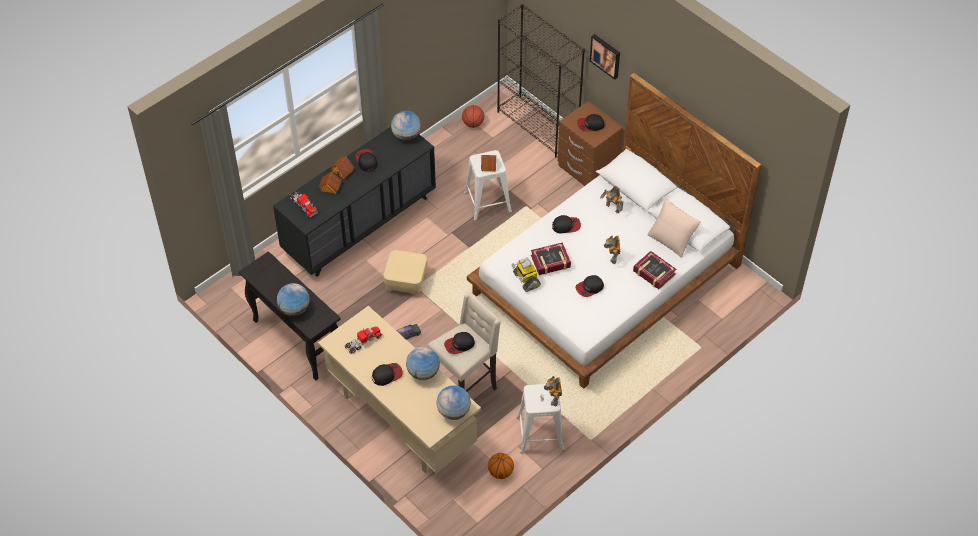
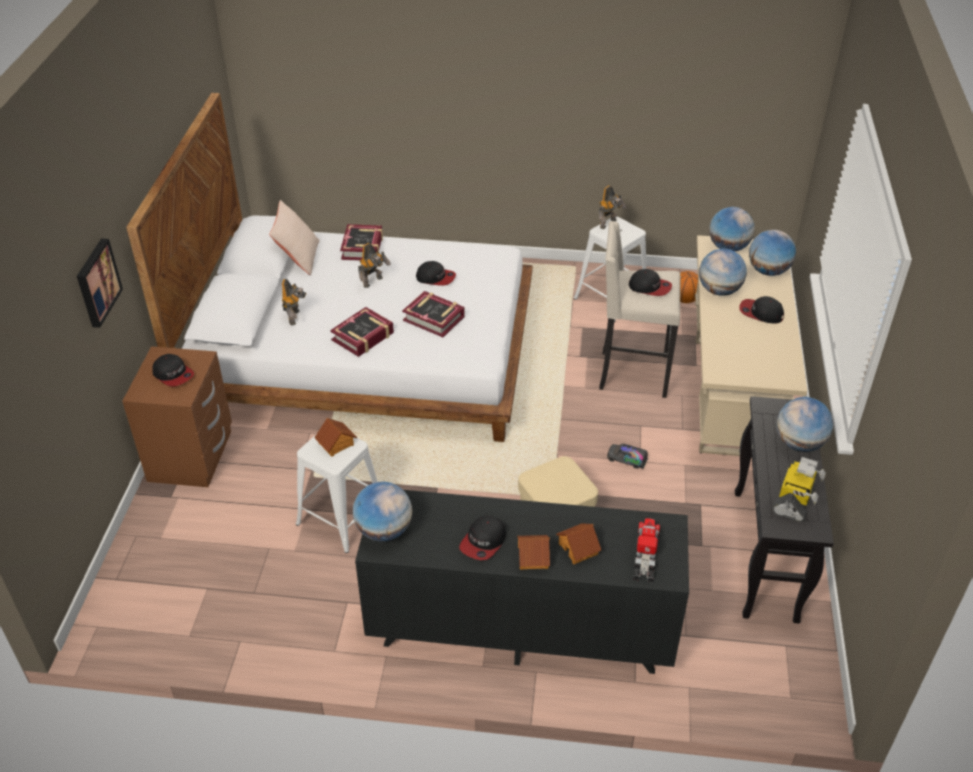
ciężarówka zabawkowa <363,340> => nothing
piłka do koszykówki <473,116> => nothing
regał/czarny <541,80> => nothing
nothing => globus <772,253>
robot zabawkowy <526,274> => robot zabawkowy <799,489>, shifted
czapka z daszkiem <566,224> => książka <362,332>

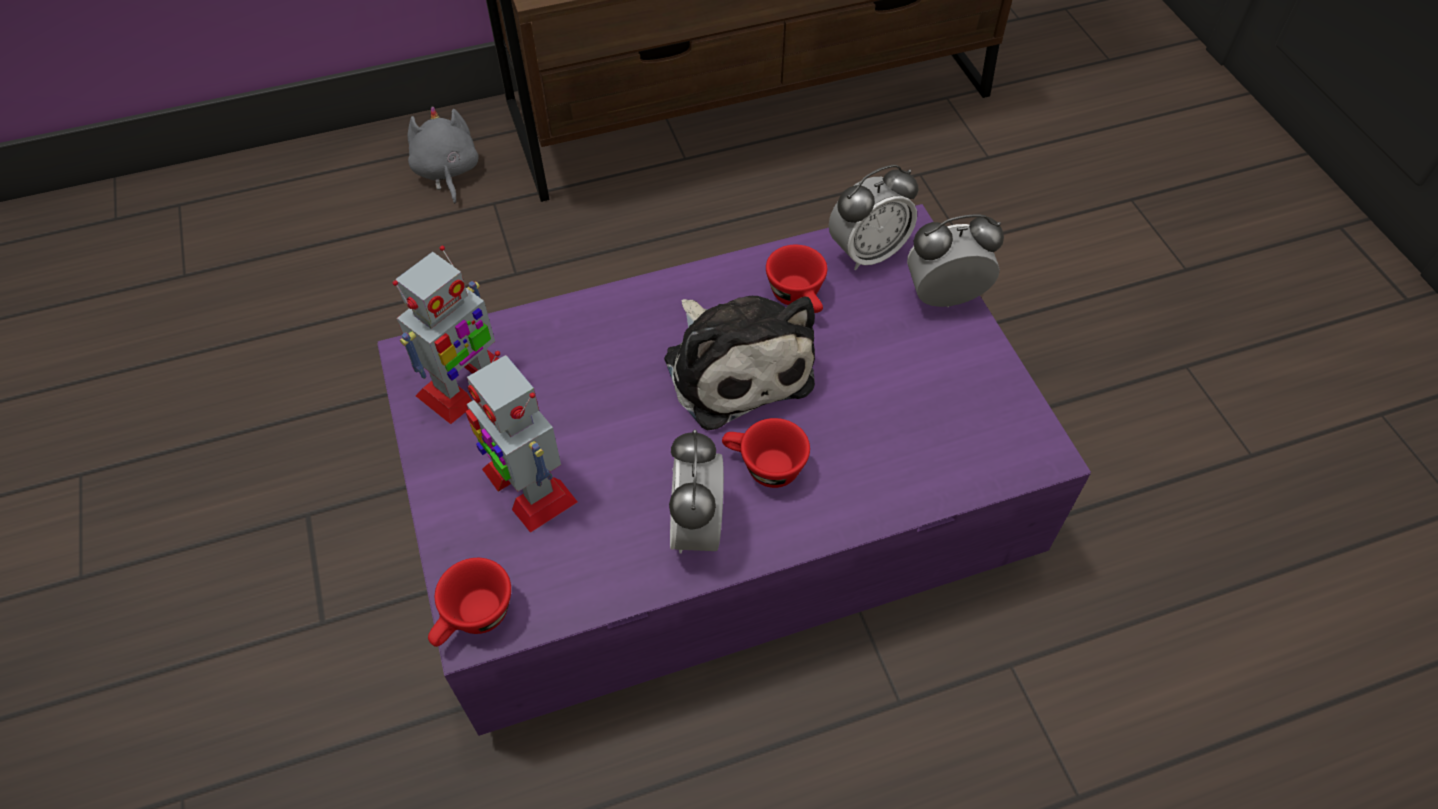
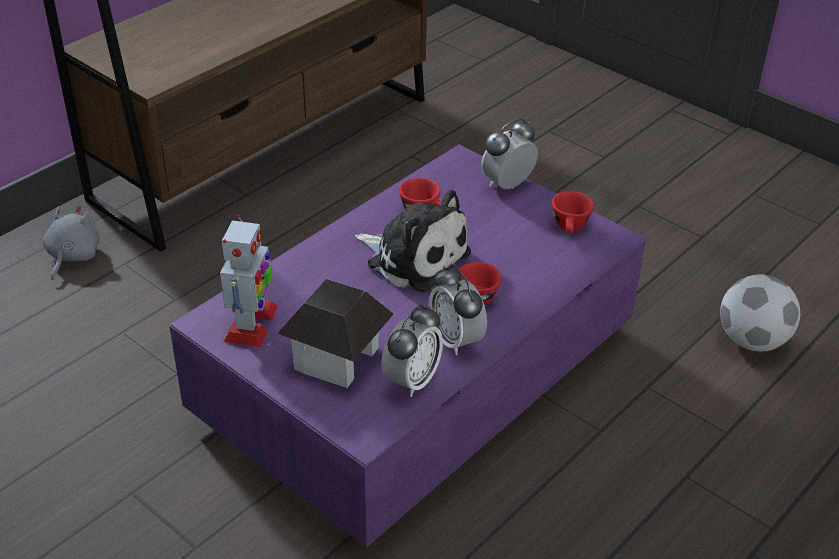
nothing => piłka futbolowa <760,313>
filiżanka/czerwony <469,602> => filiżanka/czerwony <573,212>, shifted
budzik <874,217> => budzik <412,351>, shifted
robot zabawkowy <521,442> => domek <335,333>
pluszak/szary <443,155> => pluszak/szary <71,242>, 60 degrees clockwise

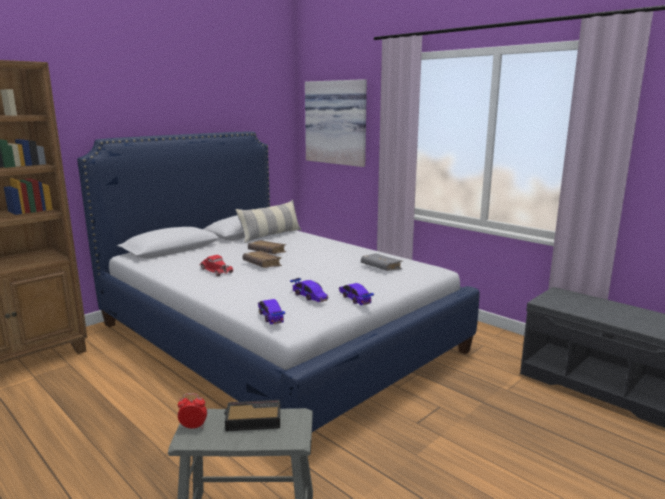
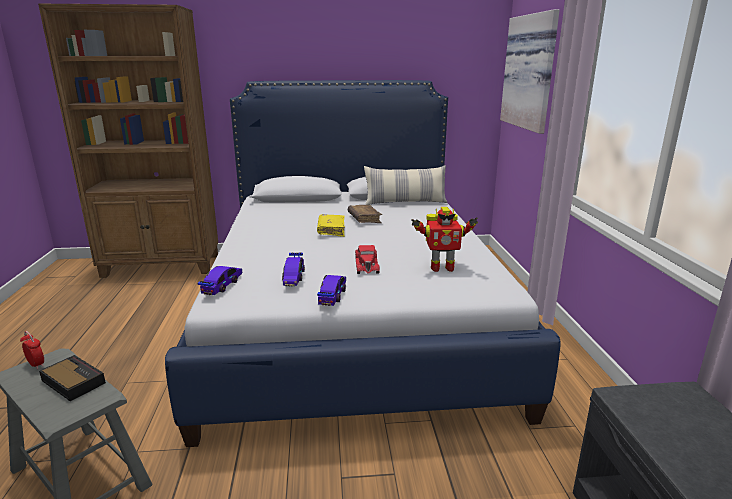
samochodzik/czerwony <216,265> => samochodzik/czerwony <367,259>, shifted
książka/szary <381,262> => robot zabawkowy <444,239>
książka/brązowy <262,259> => książka/żółty <331,225>

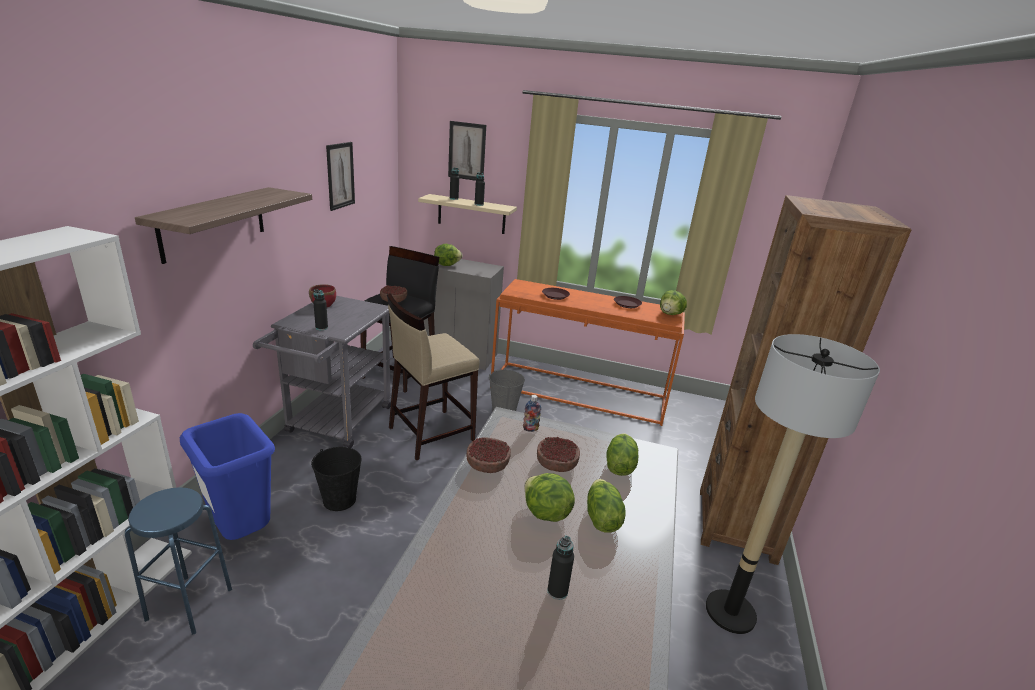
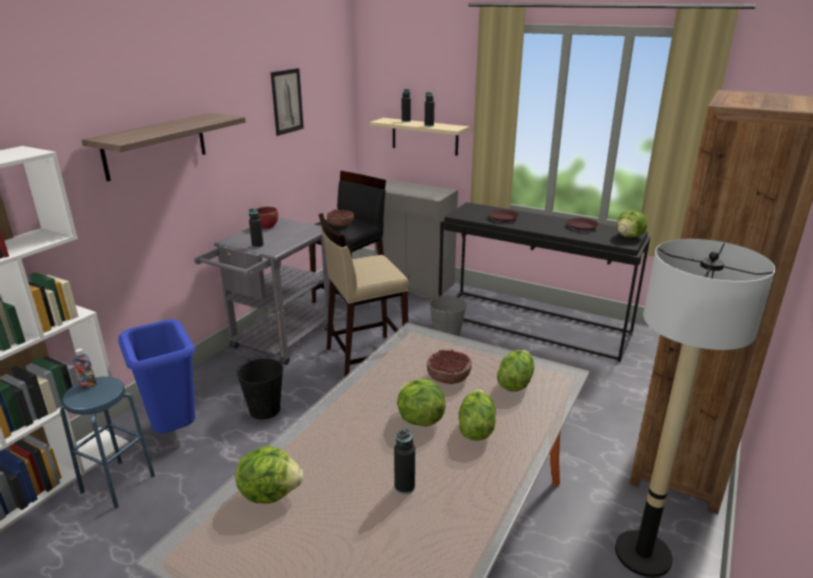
obraz <467,151> => nothing
miska <489,455> => nothing
sałata <448,255> => sałata <269,474>, shifted
butelka <532,413> => butelka <85,368>, shifted
stolik konsolowy/pomarańczowy <588,352> => stolik konsolowy/czarny <545,282>

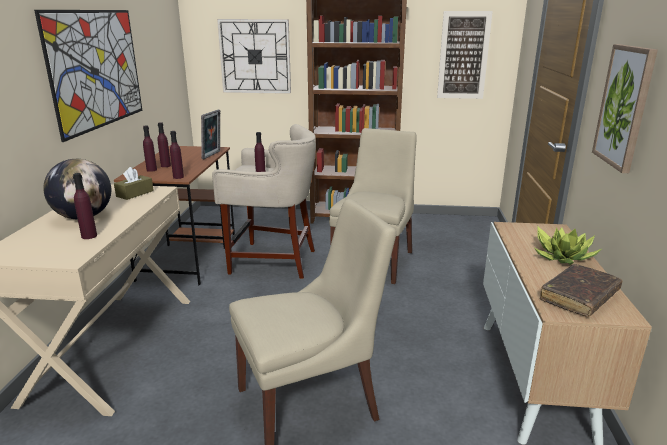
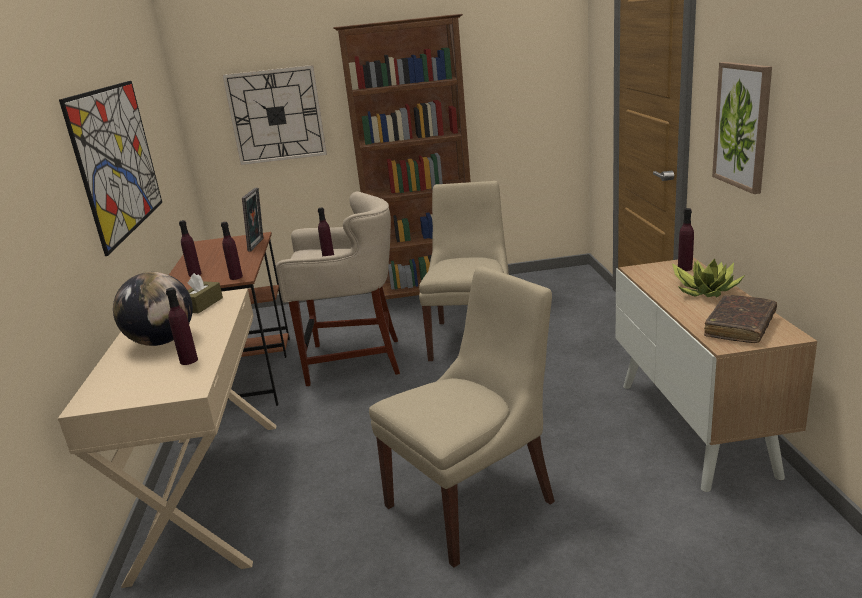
obraz <465,55> => nothing
butelka/fioletowy <164,144> => butelka/fioletowy <686,239>, shifted

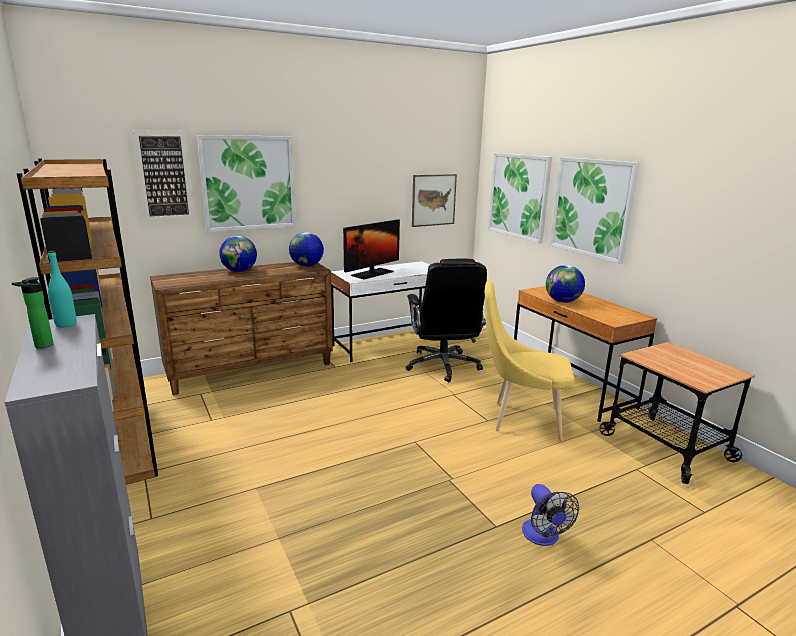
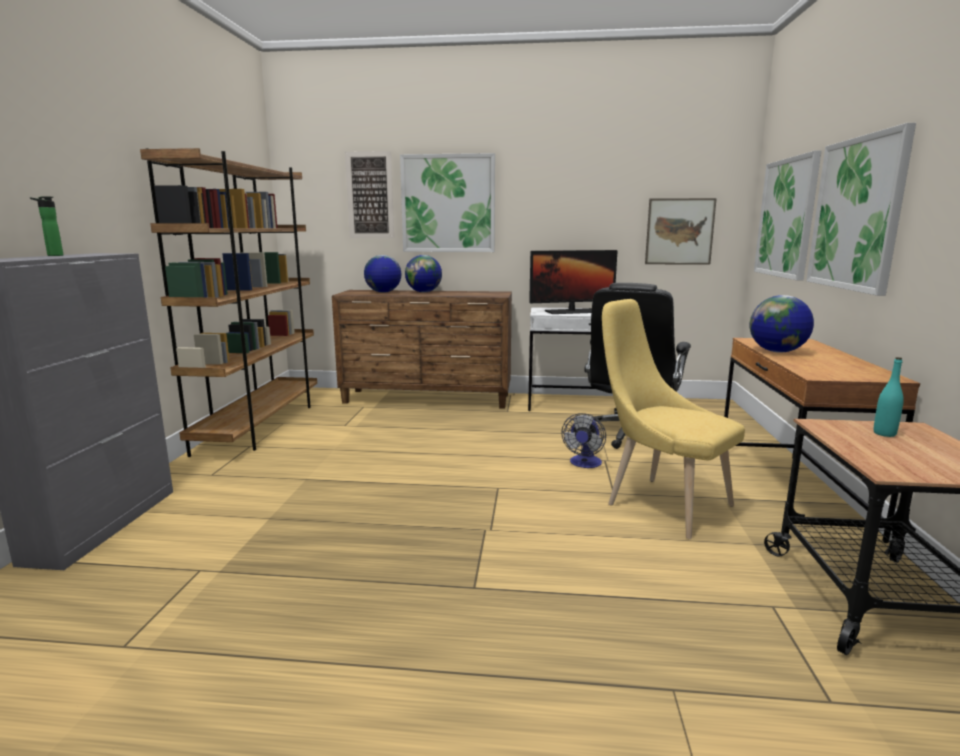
butelka/turkusowy <62,289> => butelka/turkusowy <889,397>, shifted
globus <306,249> => globus <382,274>, shifted
wentylator <550,515> => wentylator <583,440>, shifted

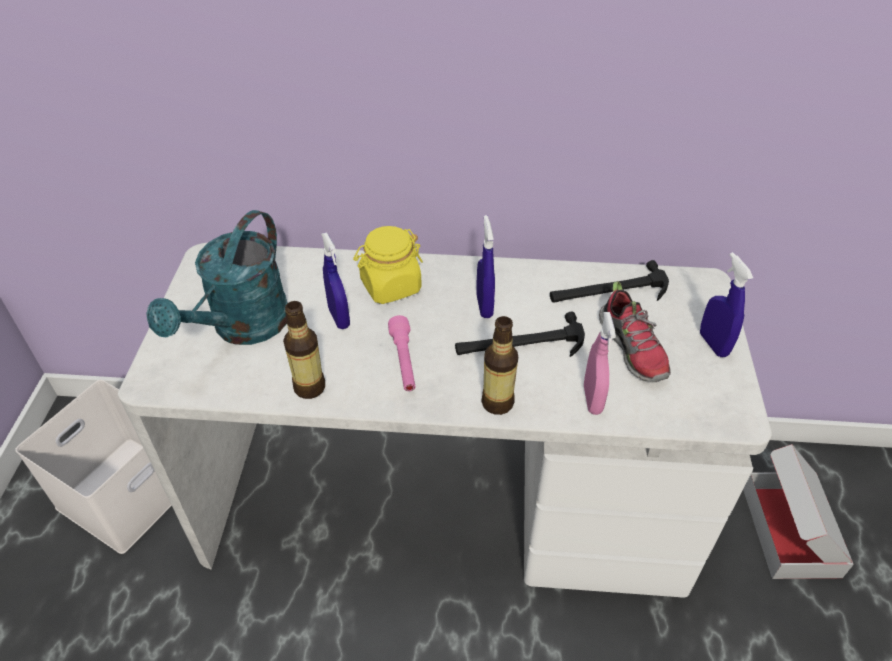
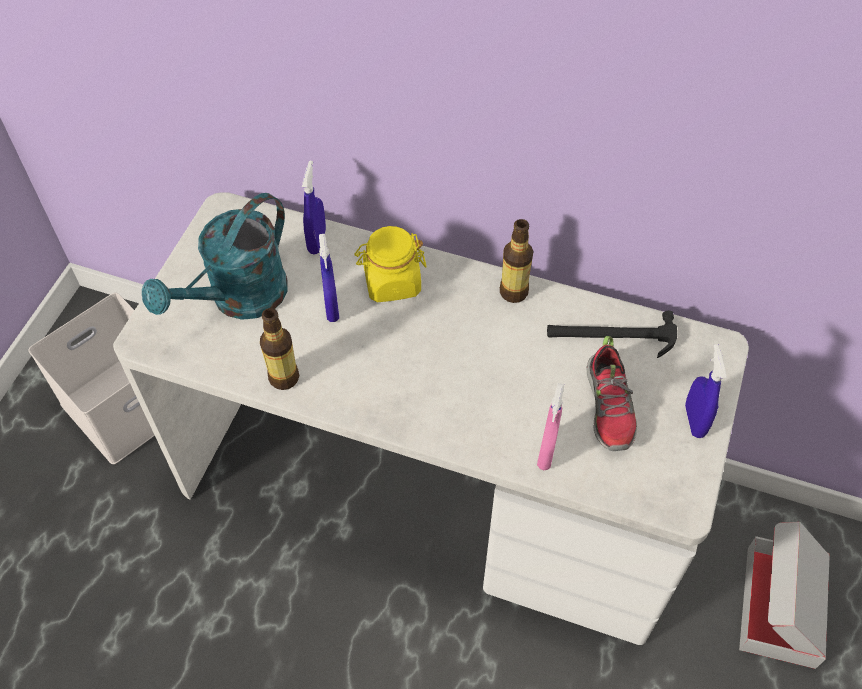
latarka/różowy <401,353> => nothing
młotek <520,334> => nothing
spryskiwacz/niebieski <485,266> => spryskiwacz/niebieski <314,207>, shifted
butelka <499,365> => butelka <516,261>, shifted

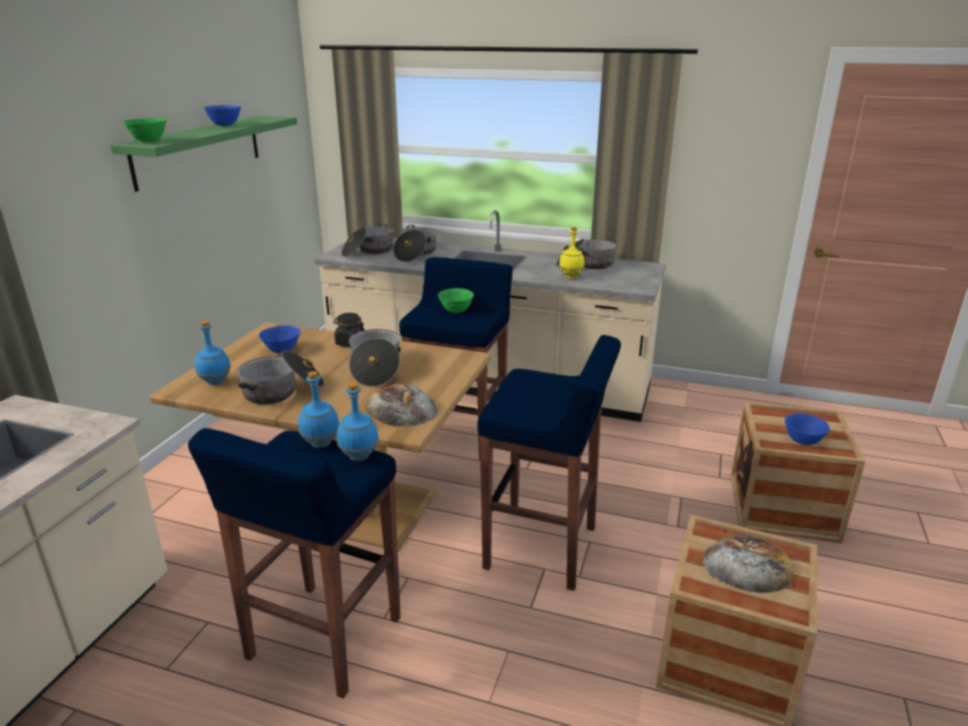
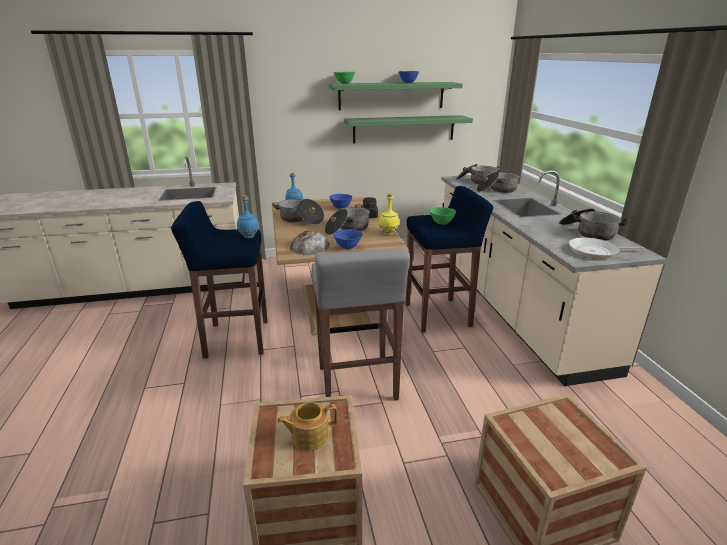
butelka/niebieski <358,421> => nothing
nothing => półka/zielony <408,129>
nothing => patelnia <606,248>
butelka/żółty <572,252> => butelka/żółty <389,214>, shifted
miska/niebieski <807,429> => miska/niebieski <347,239>, shifted
chleb <748,564> => imbryk <307,426>
stołek/niebieski <549,463> => stołek/szary <361,324>

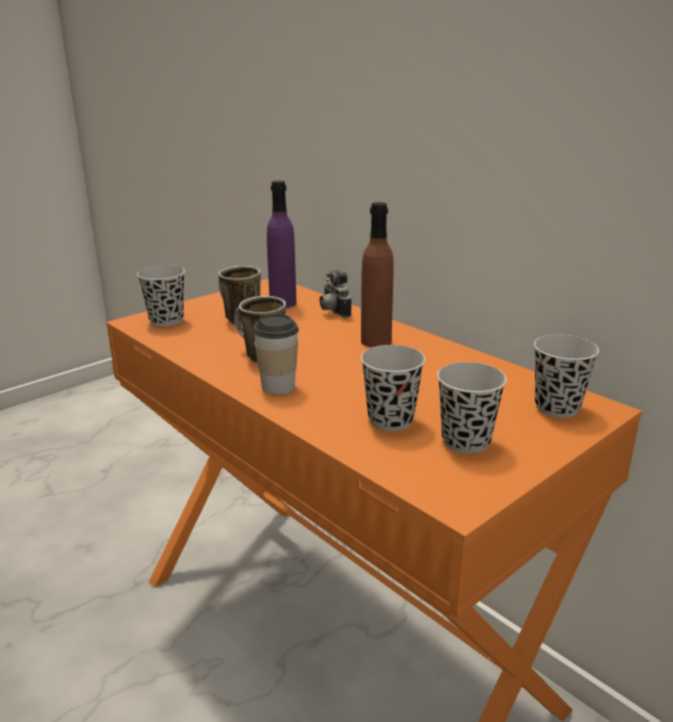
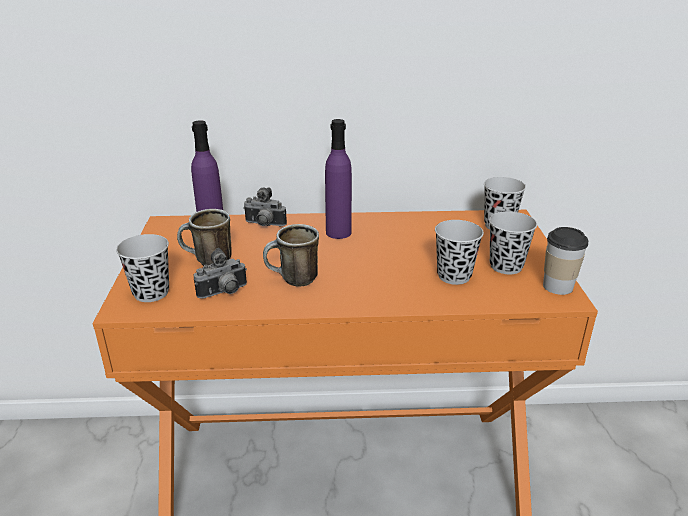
nothing => aparat fotograficzny <220,273>
filiżanka <276,354> => filiżanka <566,261>, shifted
butelka/brązowy <377,274> => butelka/fioletowy <338,179>

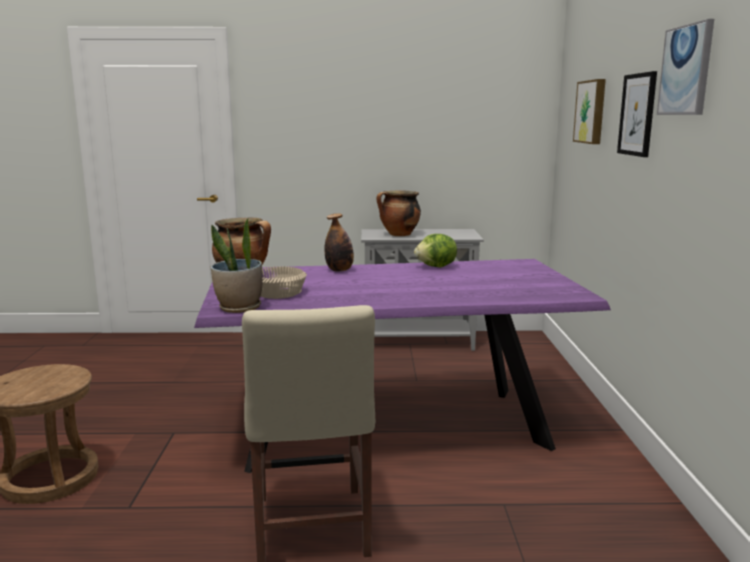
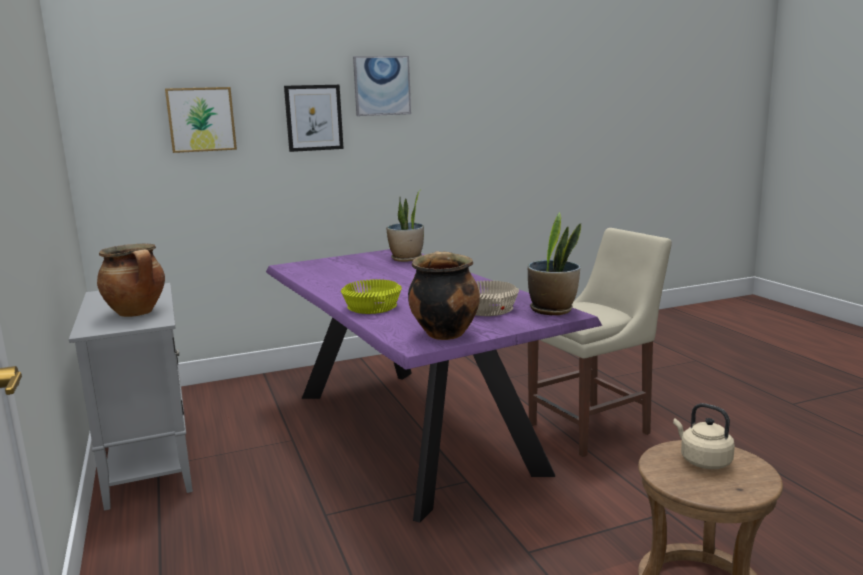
sałata <435,250> => nothing
nothing => roślina doniczkowa <405,225>
nothing => czajnik/beżowy <704,436>
butelka <339,242> => miska/żółty <371,296>

